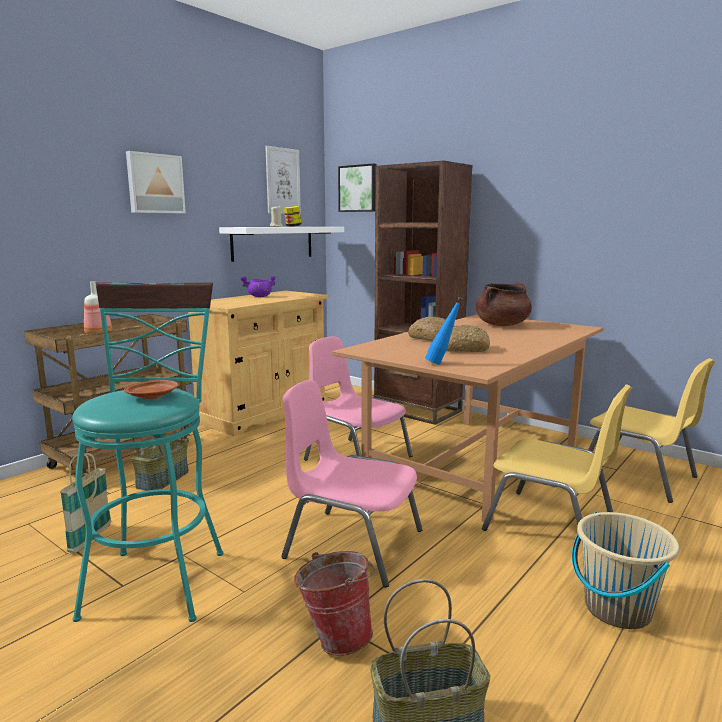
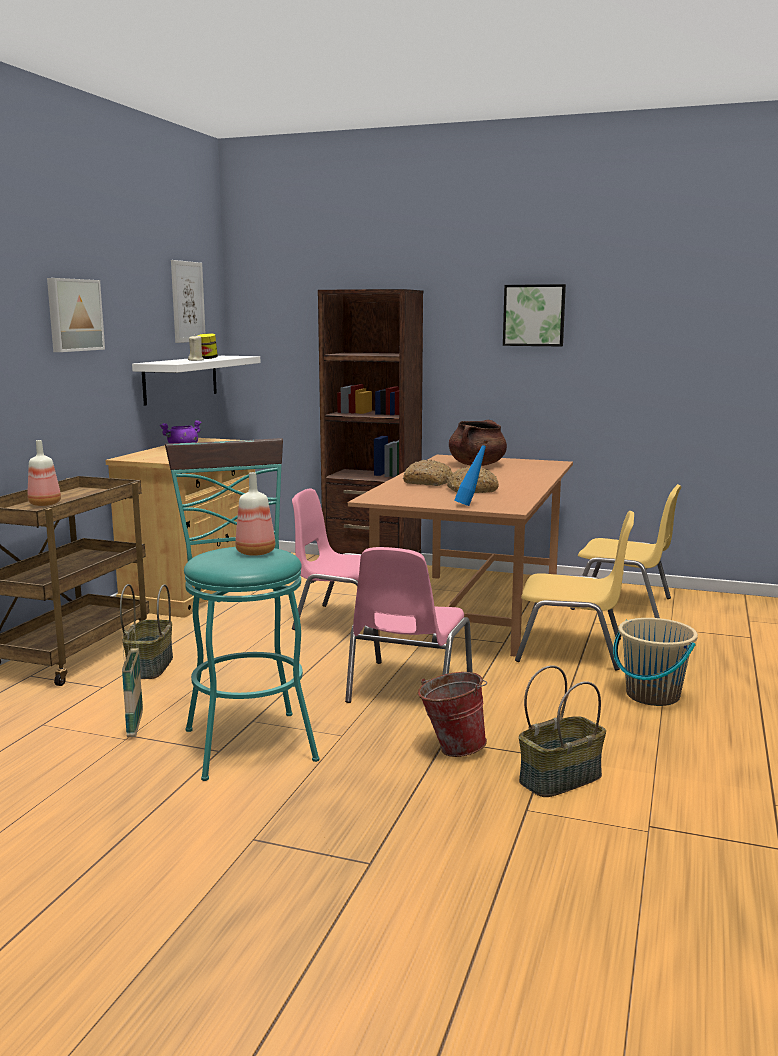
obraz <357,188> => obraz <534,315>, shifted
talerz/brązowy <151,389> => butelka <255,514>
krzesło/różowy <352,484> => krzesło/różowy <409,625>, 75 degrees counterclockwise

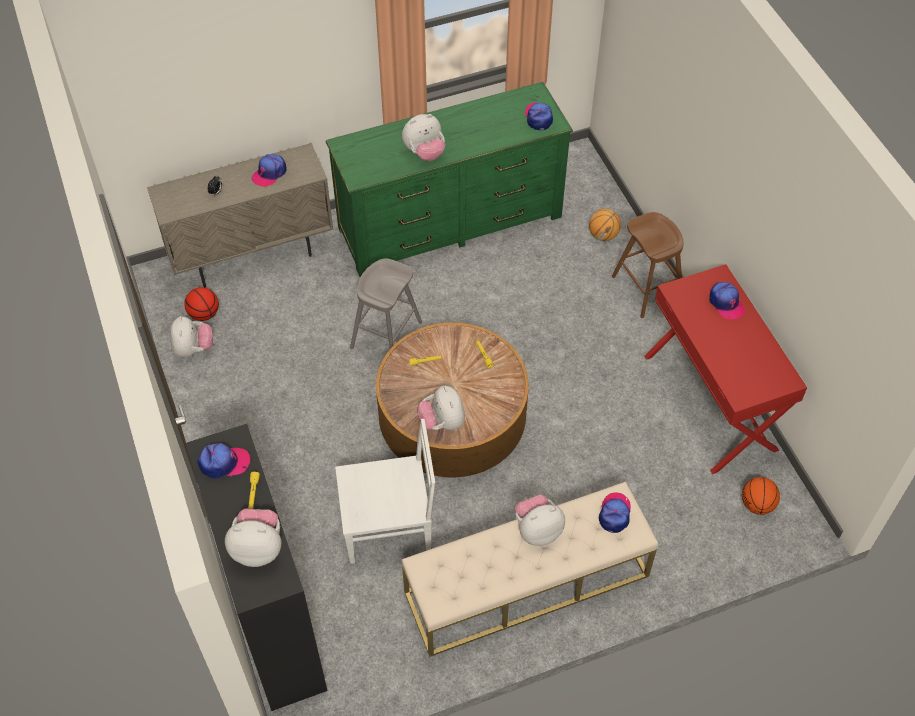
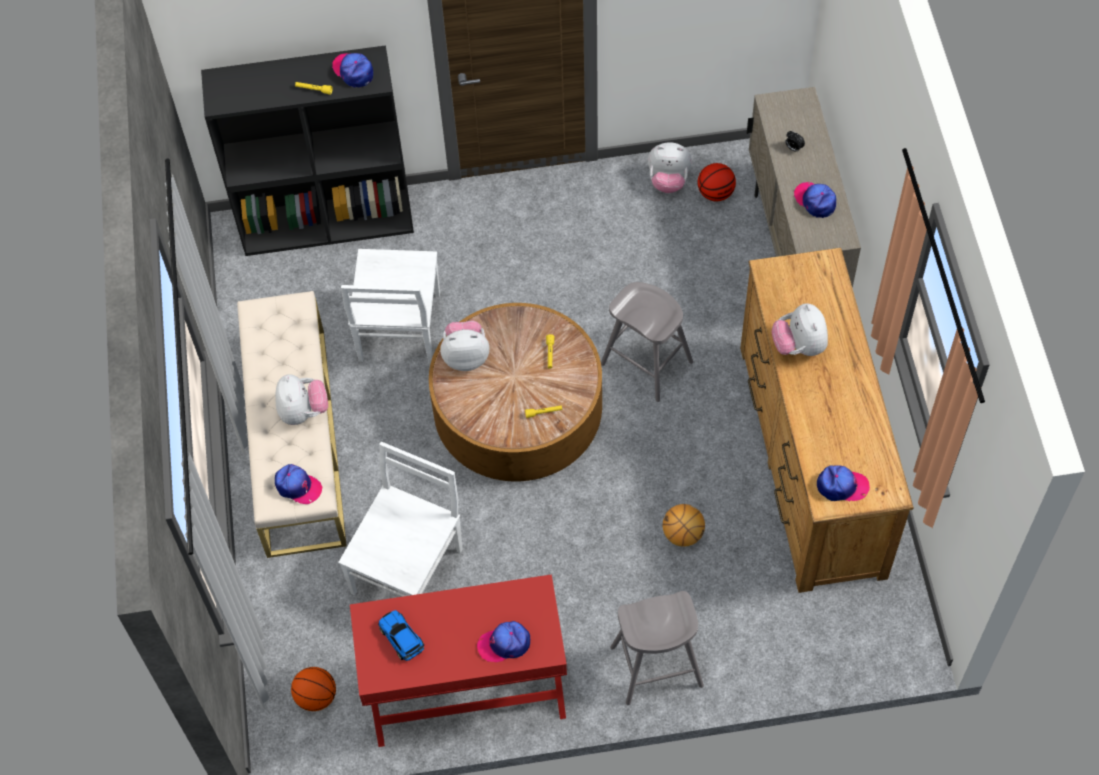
pluszak <253,538> => nothing
nothing => krzesło/biały <400,519>
nothing => samochodzik <401,635>
piłka do koszykówki <605,225> => piłka do koszykówki <684,525>, shifted
komoda/zielony <449,179> => komoda/brązowy <827,420>
stołek/brązowy <648,265> => stołek/szary <657,648>
czapka z daszkiem <223,461> => czapka z daszkiem <352,70>, 135 degrees clockwise

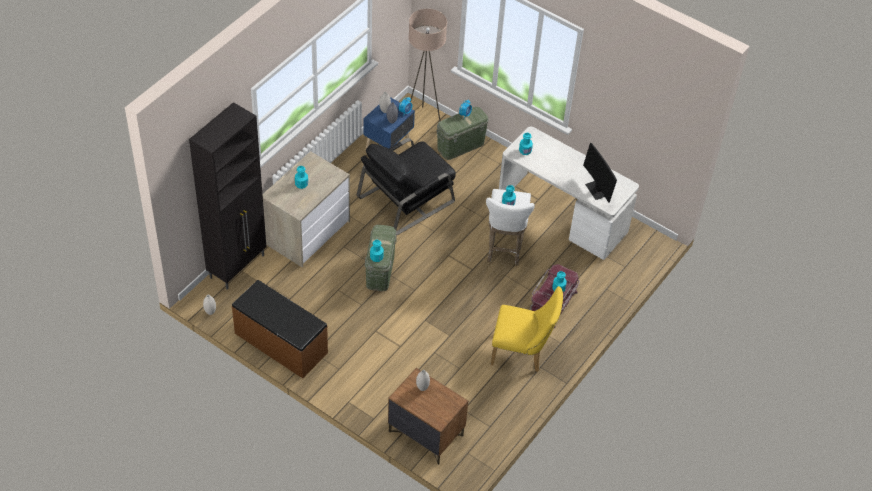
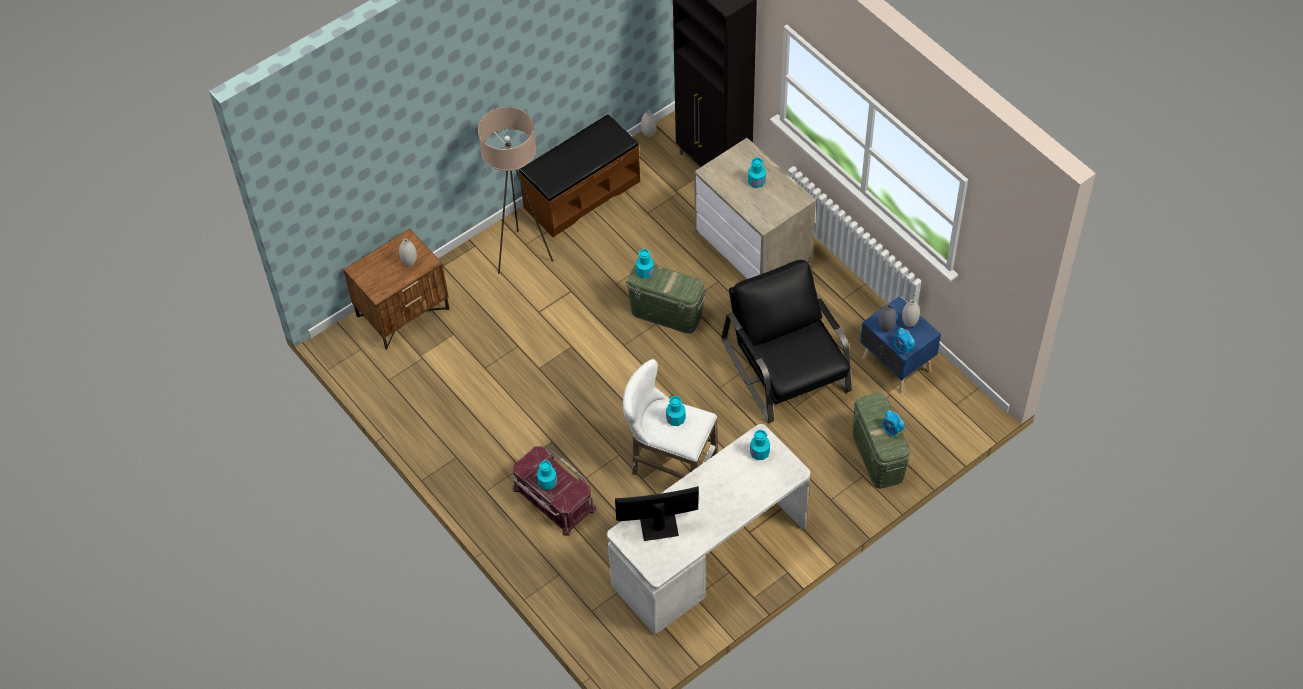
krzesło/żółty <526,329> => nothing
lampa stojąca/beżowy <427,65> => lampa stojąca/beżowy <515,190>, shifted

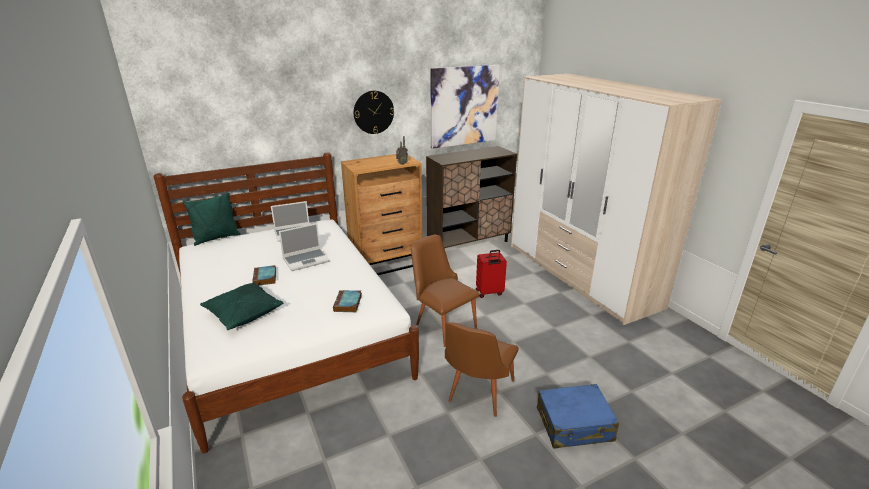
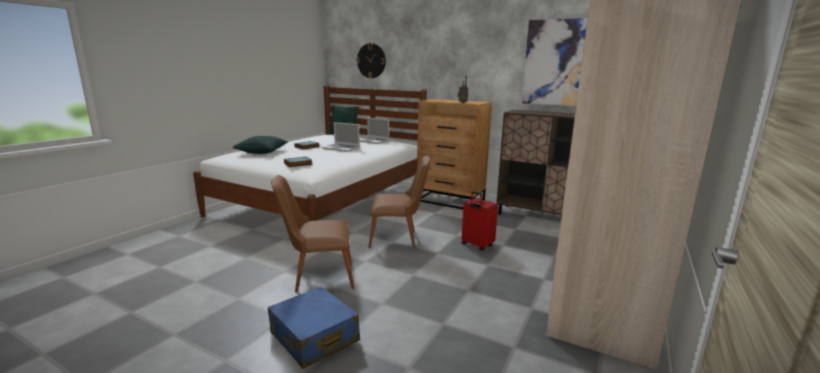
zegar ścienny <374,112> => zegar ścienny <371,60>, shifted
krzesło/brązowy <445,291> => krzesło/brązowy <399,202>, 75 degrees clockwise

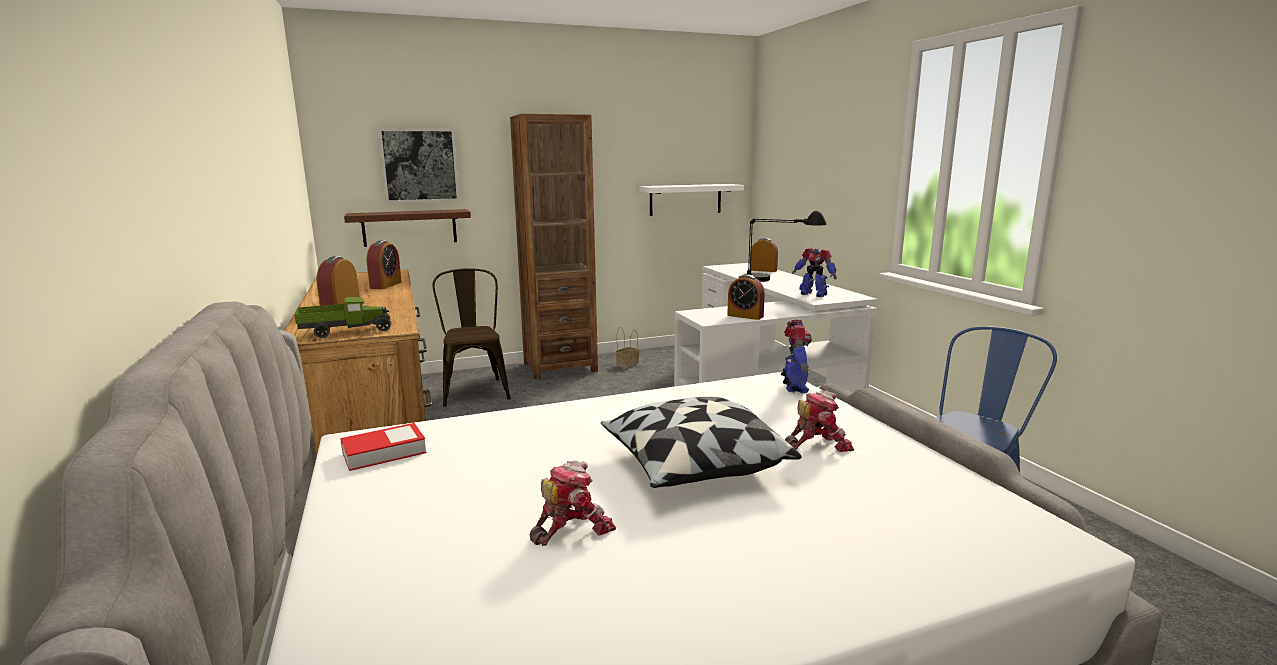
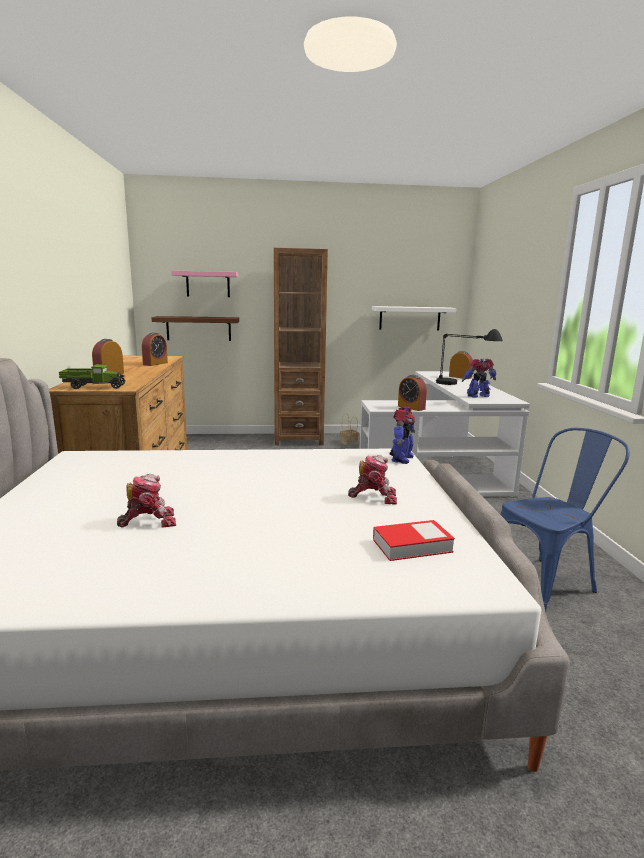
krzesło/brązowy <471,337> => nothing
poduszka <701,442> => nothing
książka <383,447> => książka <414,540>, shifted
obraz <419,165> => półka/różowy <204,283>
robot zabawkowy <814,272> => robot zabawkowy <479,378>, 105 degrees clockwise

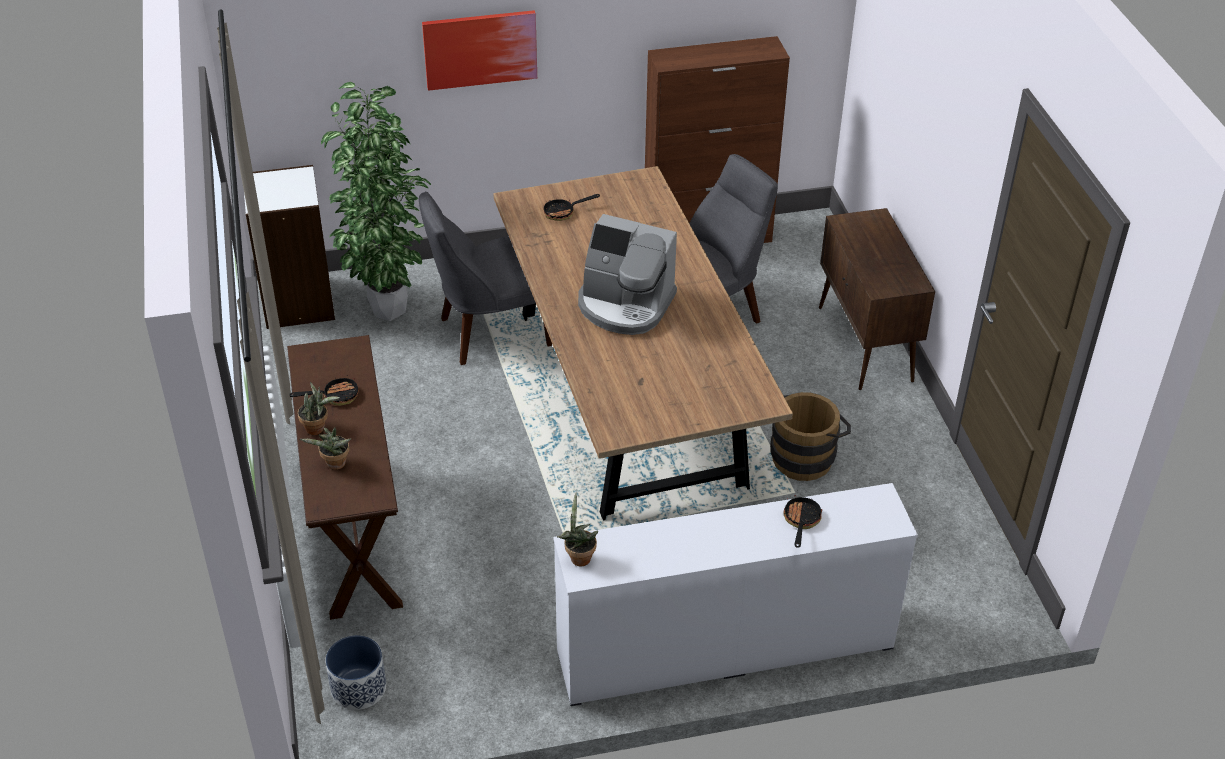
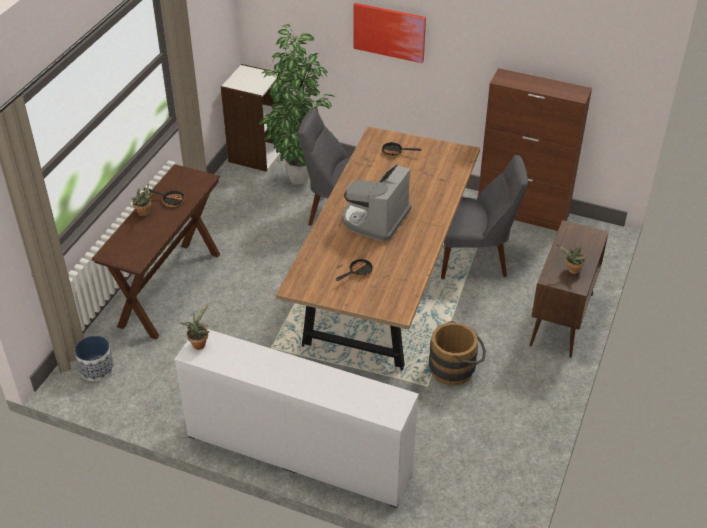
roślina doniczkowa <325,448> => roślina doniczkowa <572,259>, shifted
patelnia <802,521> => patelnia <354,270>, shifted
ekspres do kawy <627,274> => ekspres do kawy <376,203>, 60 degrees clockwise

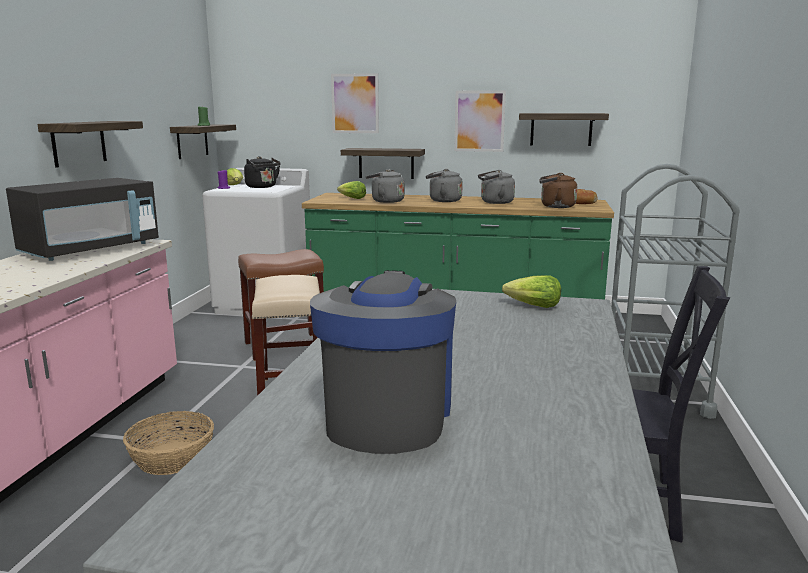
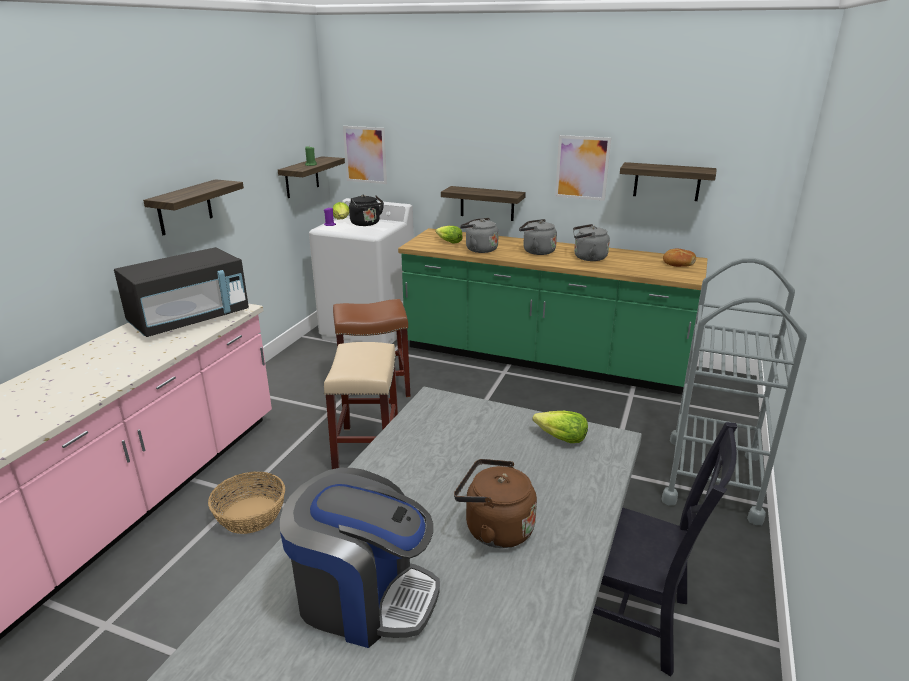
obraz <355,103> => obraz <365,155>, shifted
czajnik/brązowy <558,190> => czajnik/brązowy <495,503>, shifted
ekspres do kawy <383,362> => ekspres do kawy <360,558>, 90 degrees clockwise

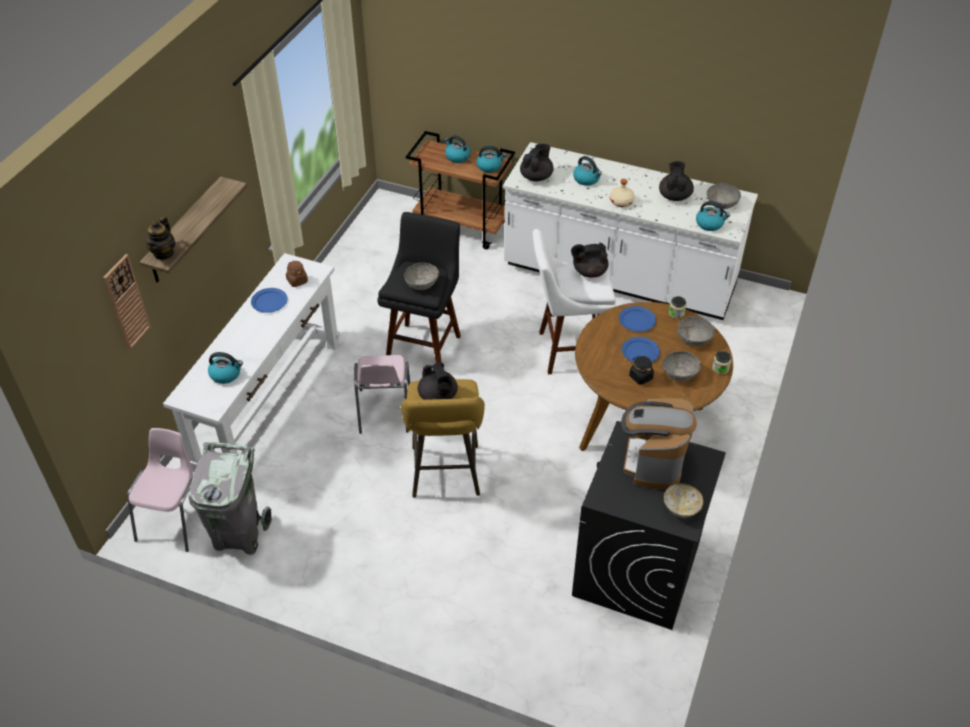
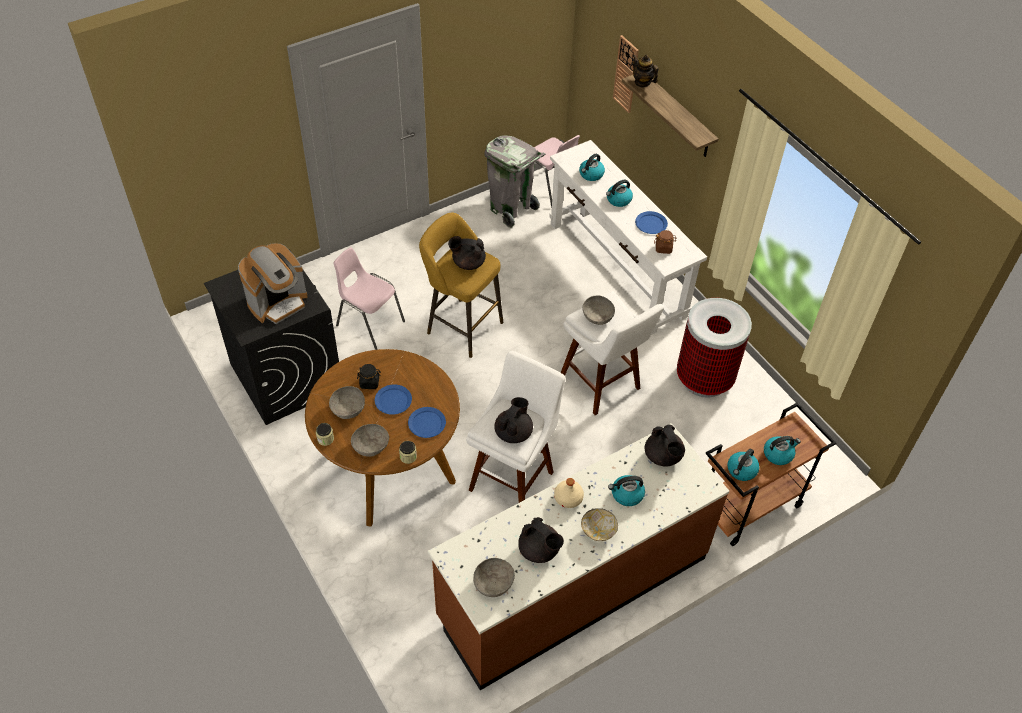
nothing => kosz na śmieci <714,347>
krzesło/różowy <382,394> => krzesło/różowy <369,298>, shifted
miska <683,500> => miska <599,524>, shifted
czajnik <713,216> => czajnik <619,193>, shifted
stołek/czarny <419,287> => stołek/biały <612,353>
zabudowa kuchenna/biały <630,231> => zabudowa kuchenna/brązowy <579,556>
ekspres do kawy <659,444> => ekspres do kawy <273,283>, 90 degrees clockwise

